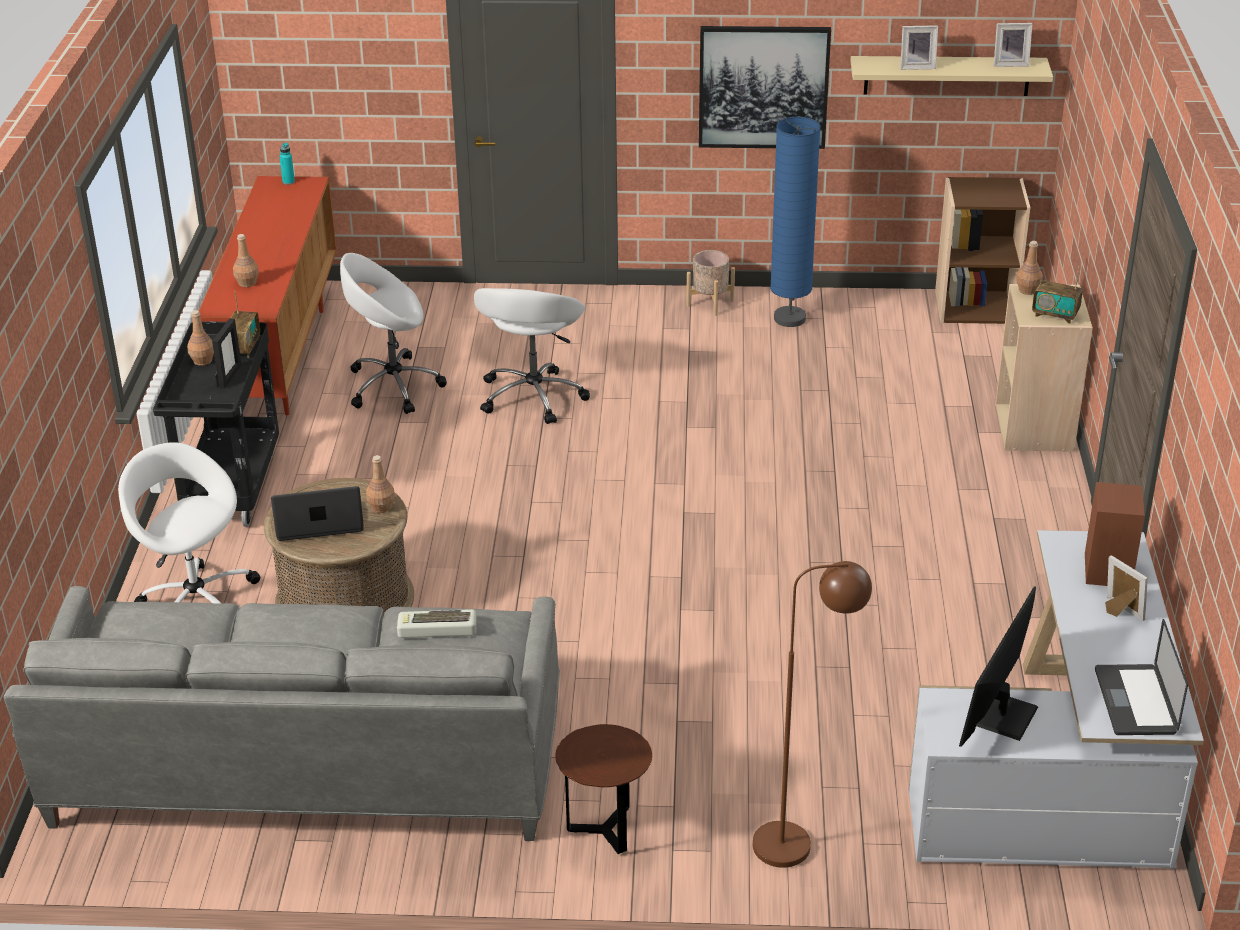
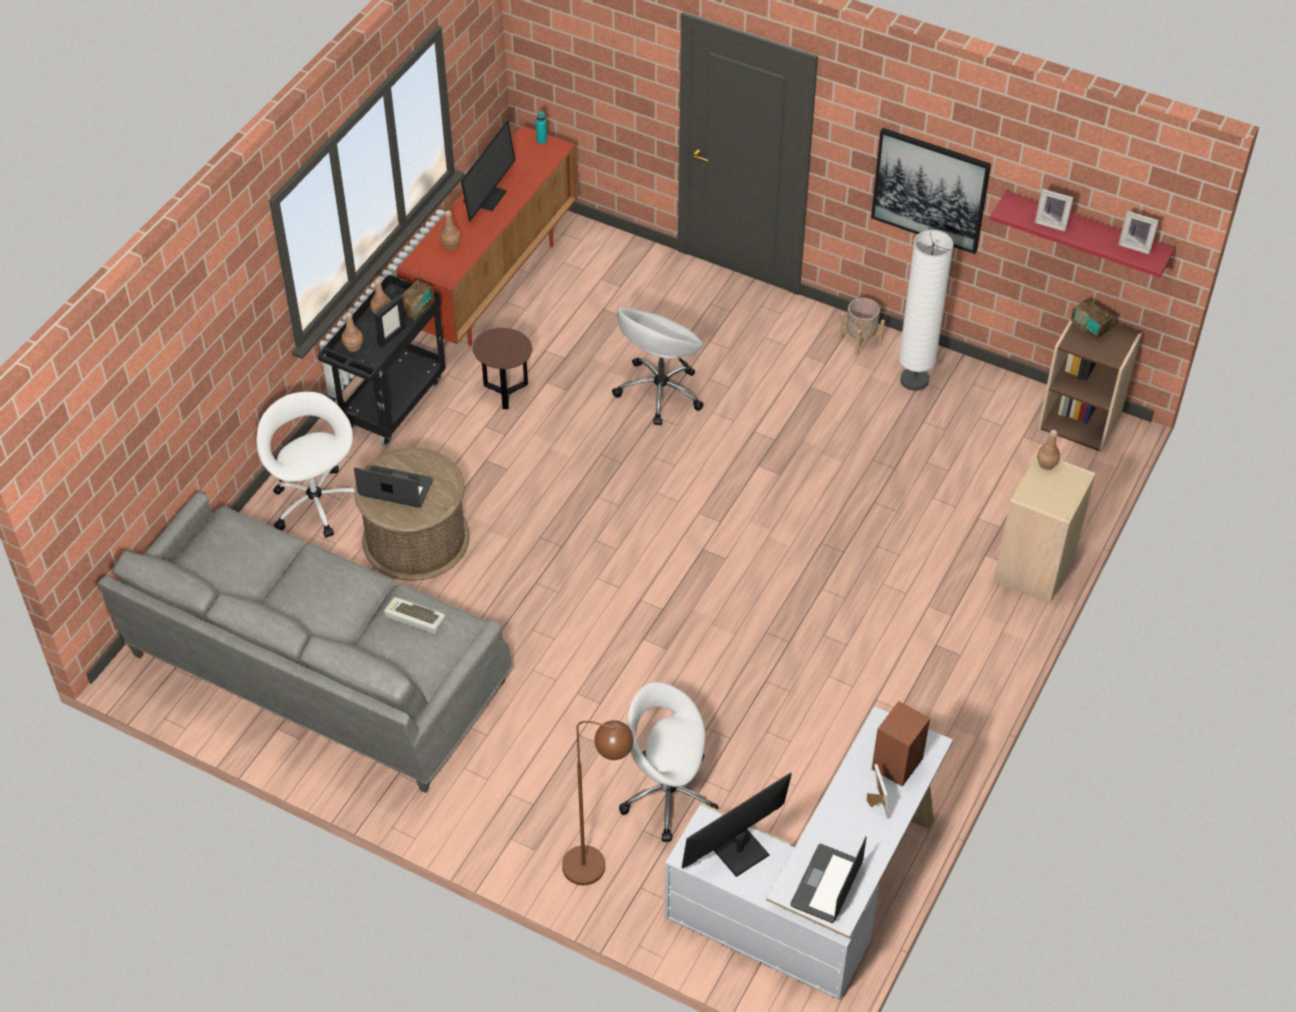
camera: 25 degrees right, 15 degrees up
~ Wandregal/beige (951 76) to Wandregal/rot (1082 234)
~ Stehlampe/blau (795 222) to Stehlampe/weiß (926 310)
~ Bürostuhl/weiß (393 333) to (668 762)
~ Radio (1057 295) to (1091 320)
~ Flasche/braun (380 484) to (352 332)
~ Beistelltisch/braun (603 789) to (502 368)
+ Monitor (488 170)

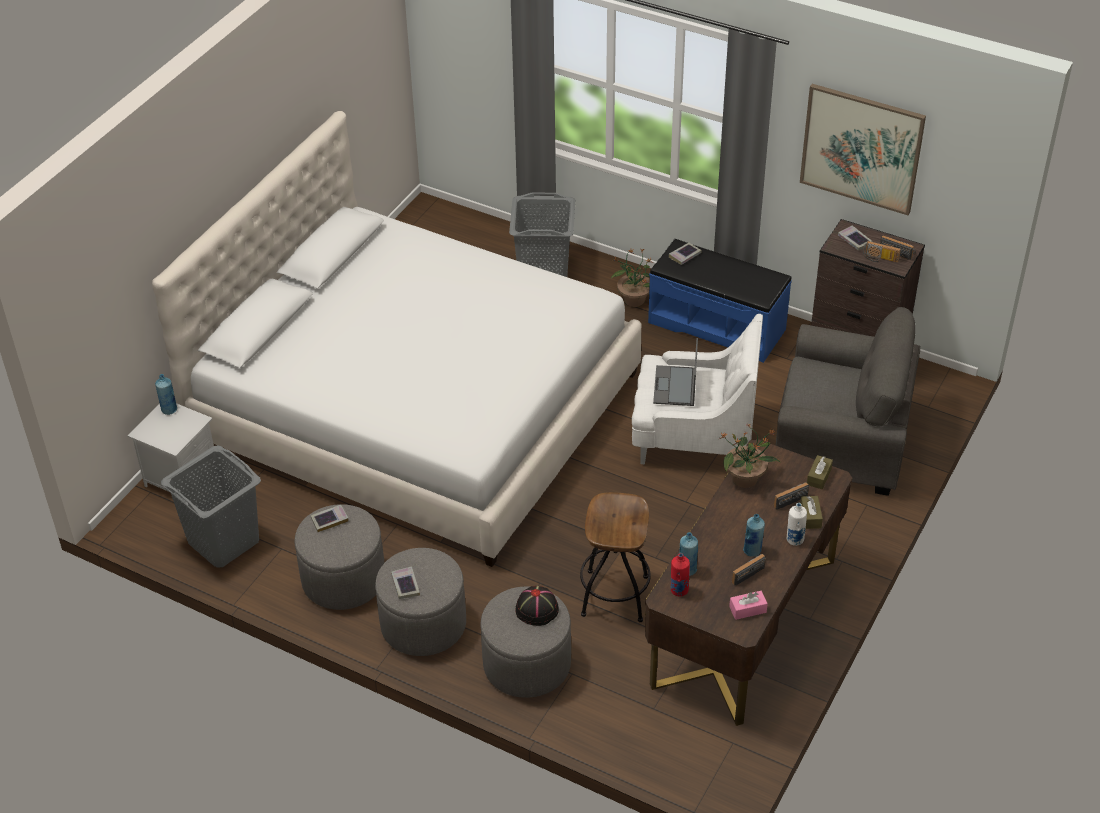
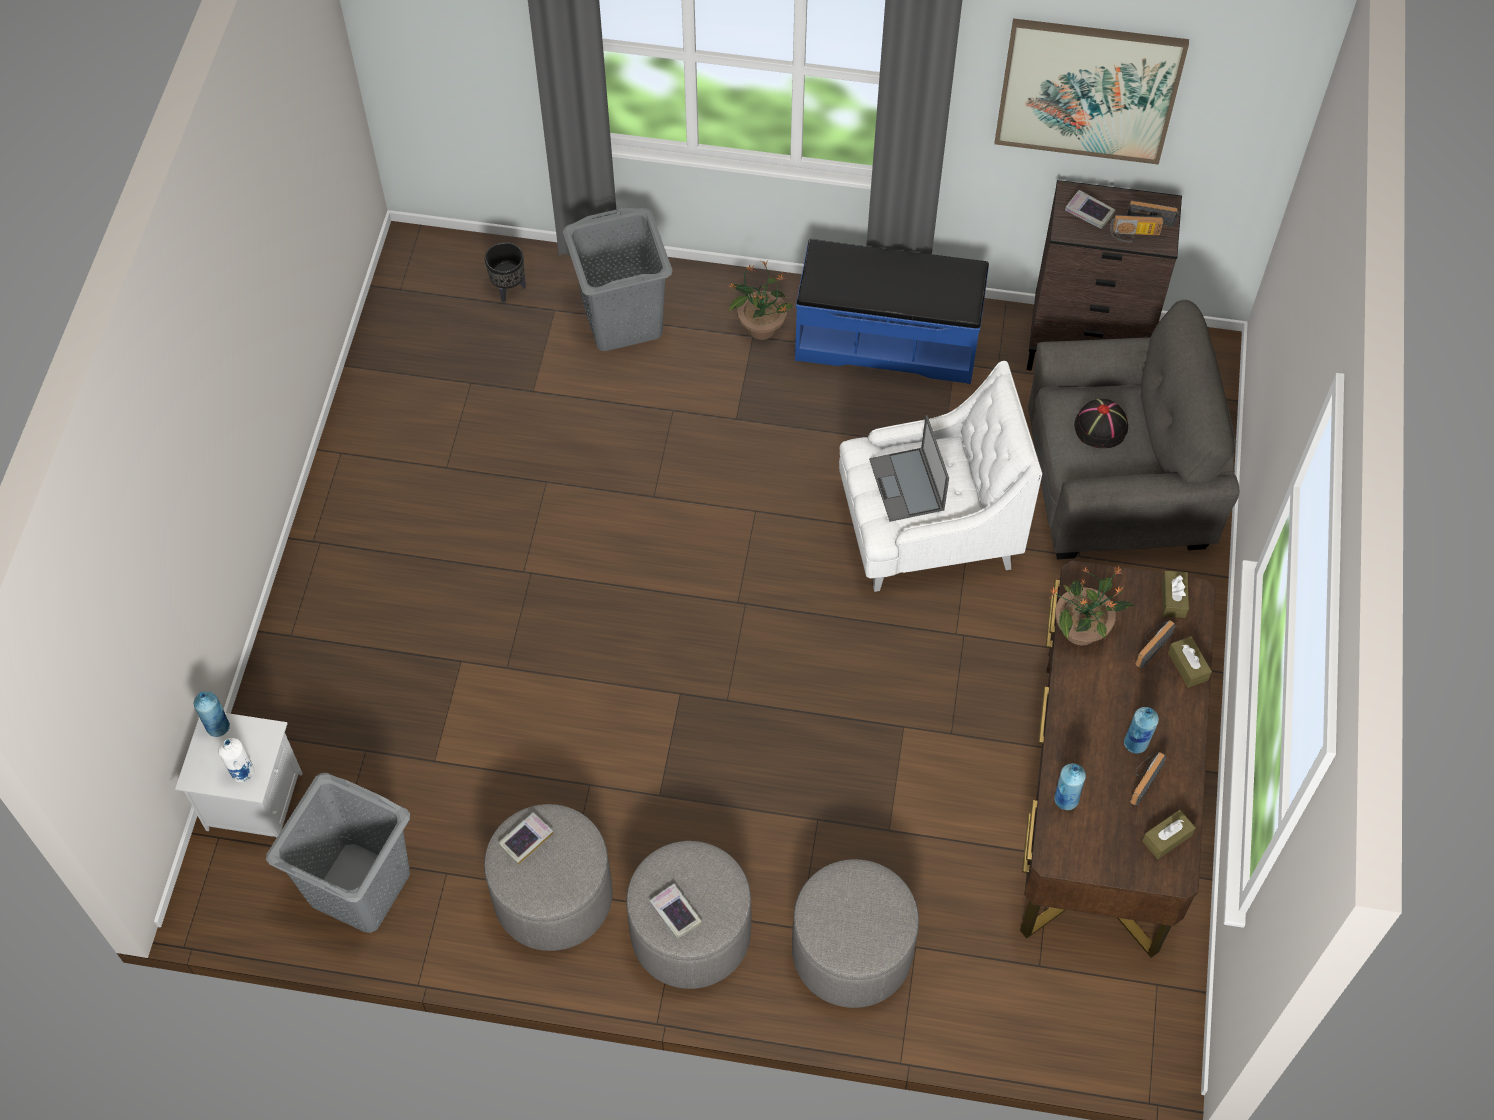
camera: 20 degrees left, 15 degrees up
- Bett/weiß (396 339)
- Buch (685 254)
- Hocker/braun (615 557)
~ Flasche/weiß (797 524) to (236 760)
- Flasche/rot (680 574)
~ Hut/schwarz (537 606) to (1101 423)
~ Taschentuchbox/rosa (748 605) to Taschentuchbox/braun (1169 834)
+ Pflanzkübel/schwarz (505 272)

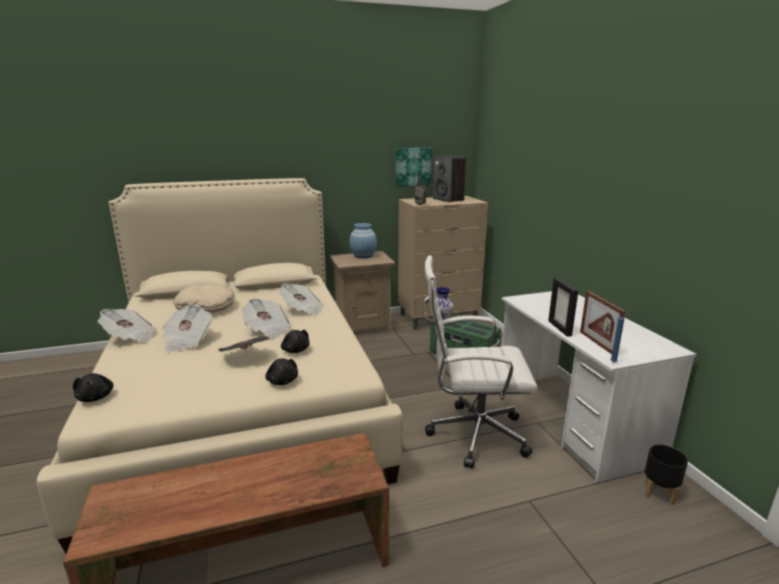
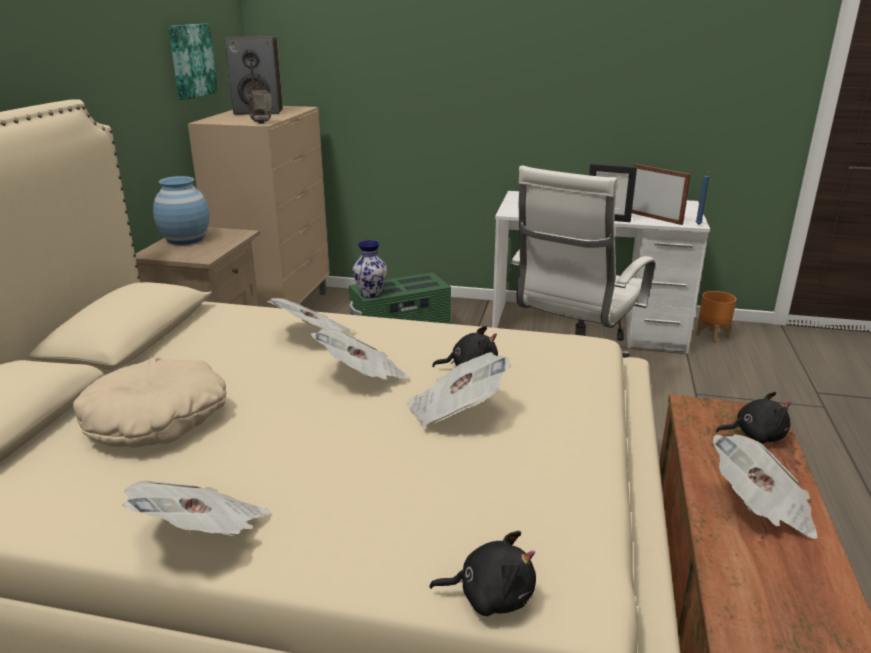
camera: 60 degrees left, 5 degrees up
~ Bilderrahmen (602 322) = (661 194) 150 degrees counterclockwise
~ Zeitung (187 328) to (765 486)
~ Plüschtier/schwarz (281 371) to (753 418)
~ Pflanzkübel/schwarz (666 475) to Pflanzkübel/orange (716 317)

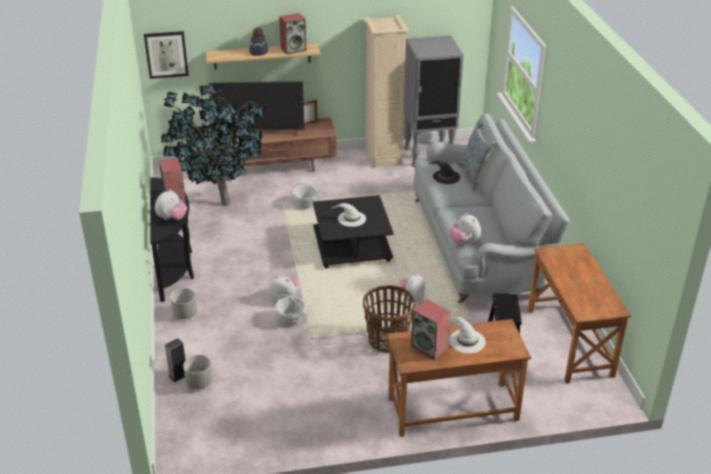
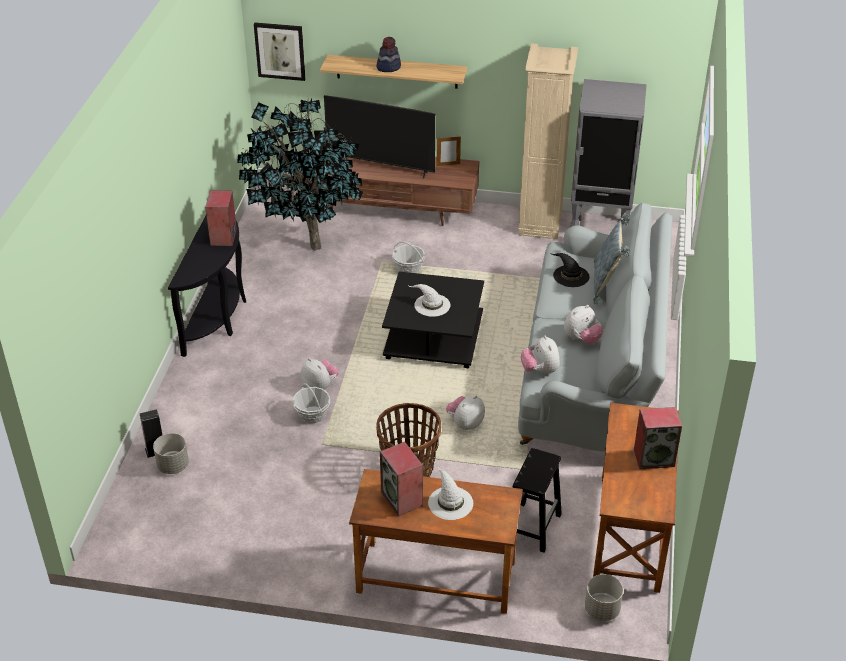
camera: 20 degrees right, 5 degrees up
~ Lautsprecher (292 33) to (658 438)
~ Plüschtier (171 204) to (583 325)
~ Pflanzkübel/grau (184 303) to (604 597)

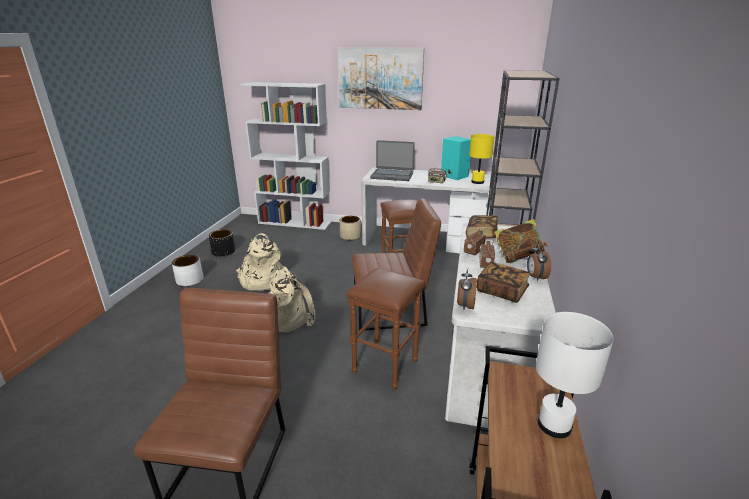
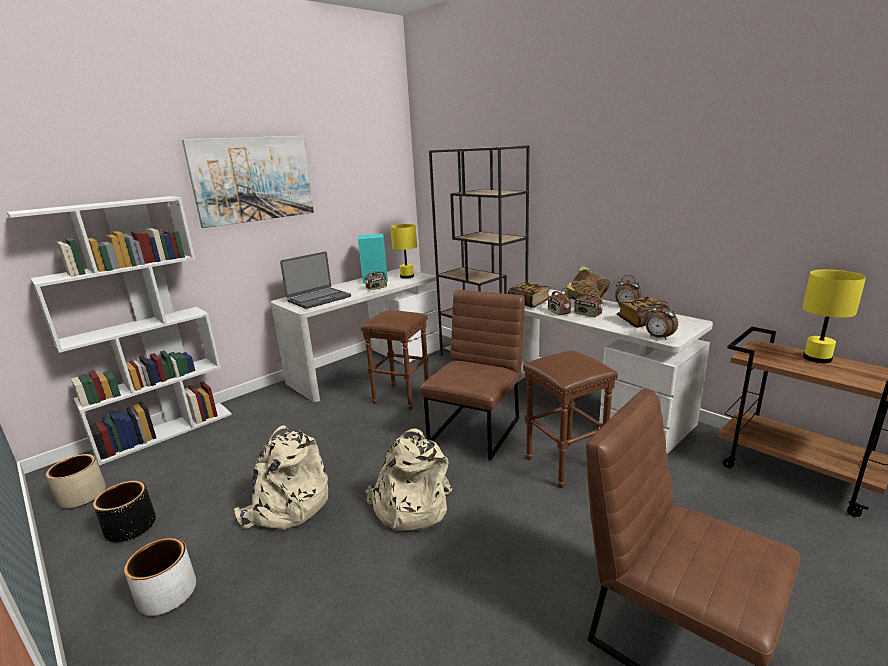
camera: 55 degrees left, 5 degrees down
~ Pflanzkübel/beige (350 227) to (76 481)
~ Tischlampe/weiß (575 375) to Tischlampe/gelb (834 316)

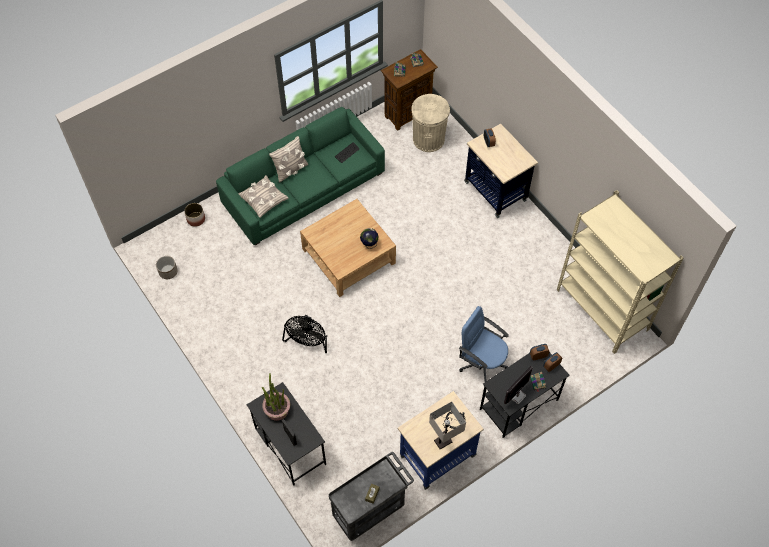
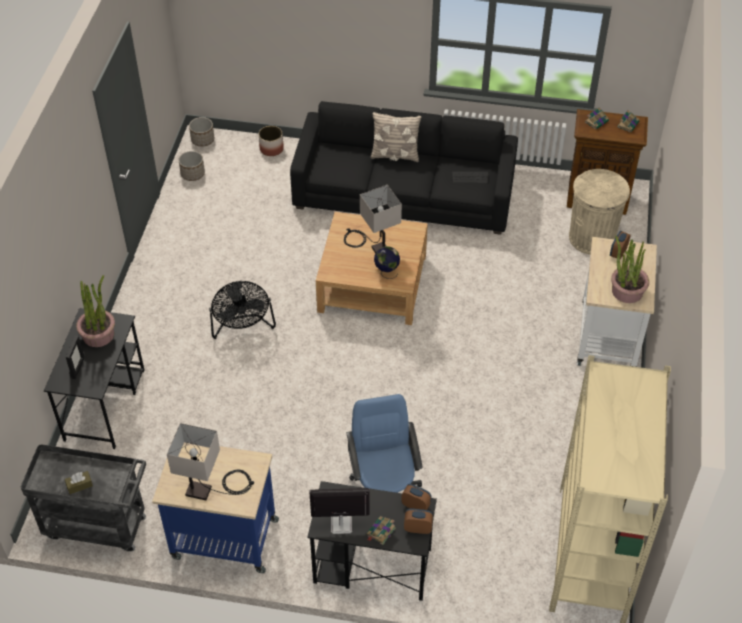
camera: 45 degrees right, 10 degrees down
~ Sofa/grün (300 176) to Sofa/schwarz (404 168)
~ Rollwagen/blau (501 170) to Rollwagen/weiß (617 302)
- Kissen/beige (263 196)
~ Ventilator/schwarz (304 334) = (242 310) 75 degrees counterclockwise
+ Pflanzkübel (202 132)
+ Tischlampe (373 219)
+ Topfpflanze (630 269)

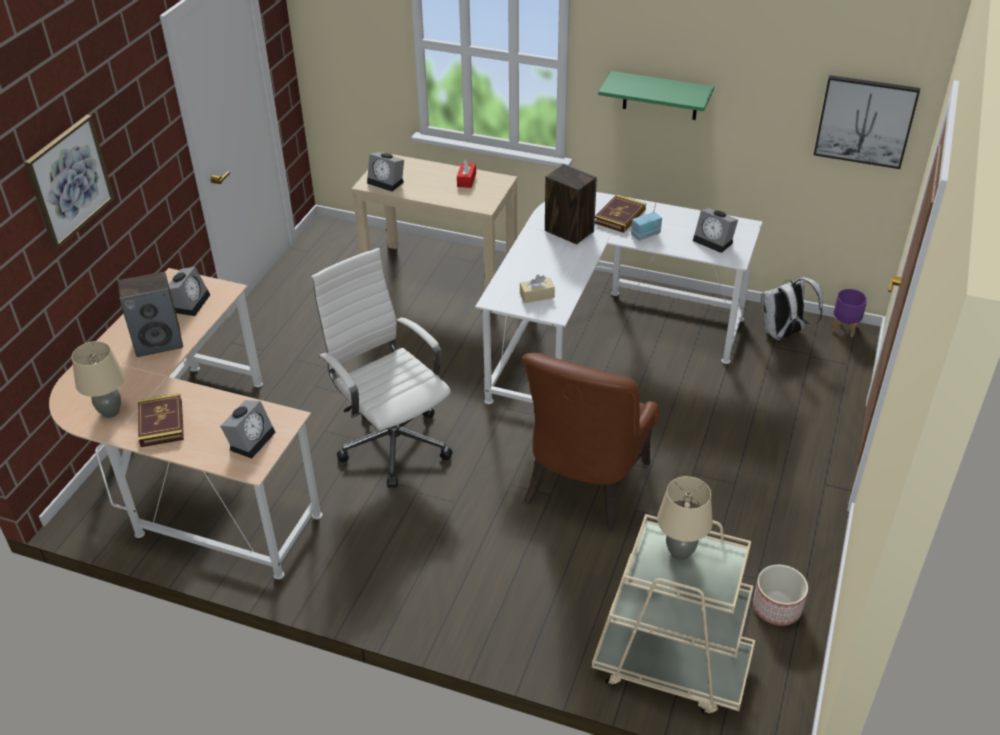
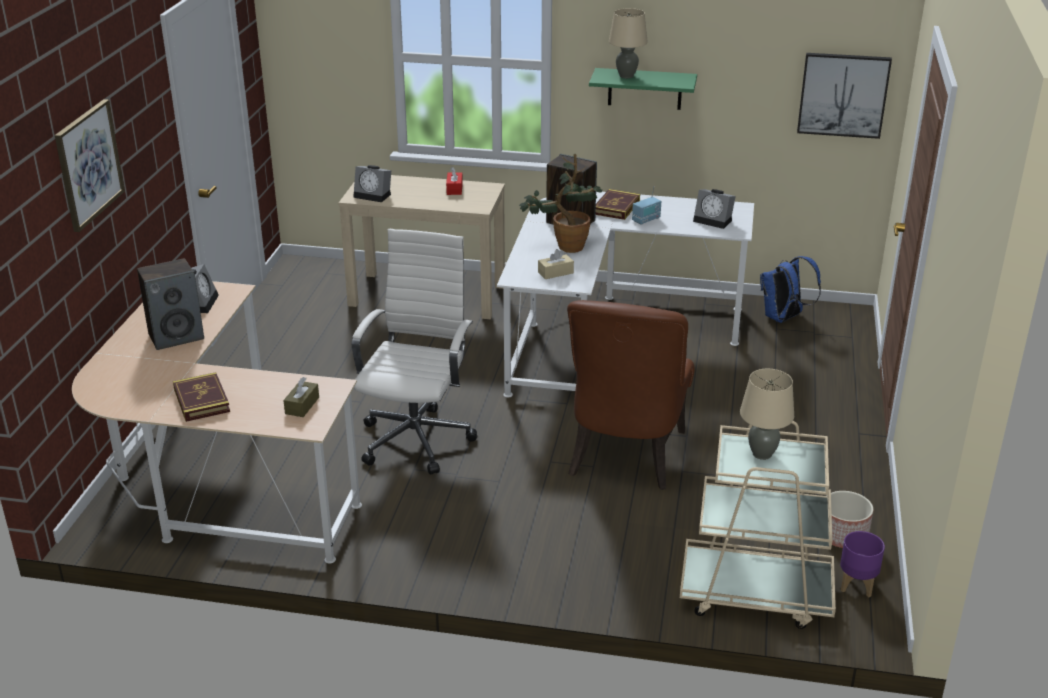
camera: 10 degrees left, 10 degrees down
~ Bürostuhl/weiß (382 368) = (414 352) 60 degrees clockwise
~ Rucksack/weiß (792 308) to Rucksack/blau (790 289)
~ Pflanzkübel/lila (849 313) to (862 564)
~ Tischlampe/beige (98 379) to (628 43)
~ Wecker (248 429) to Taschentuchbox/braun (301 397)
+ Topfpflanze (560 203)

